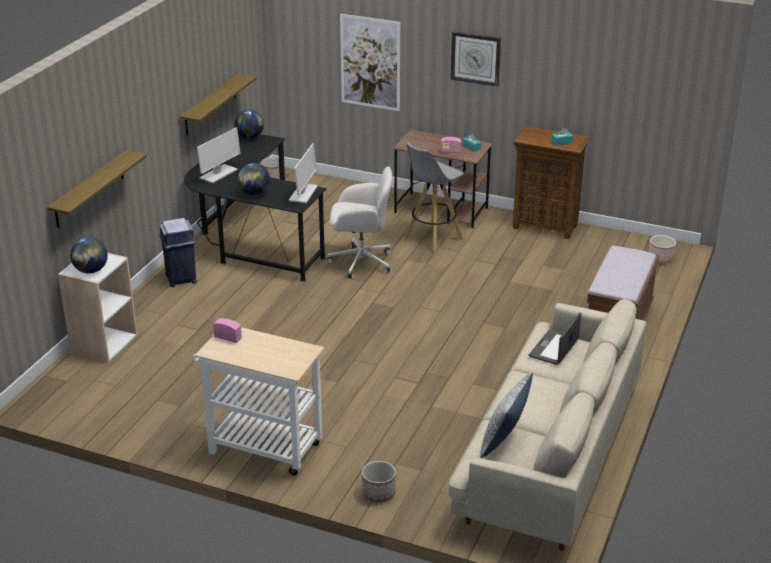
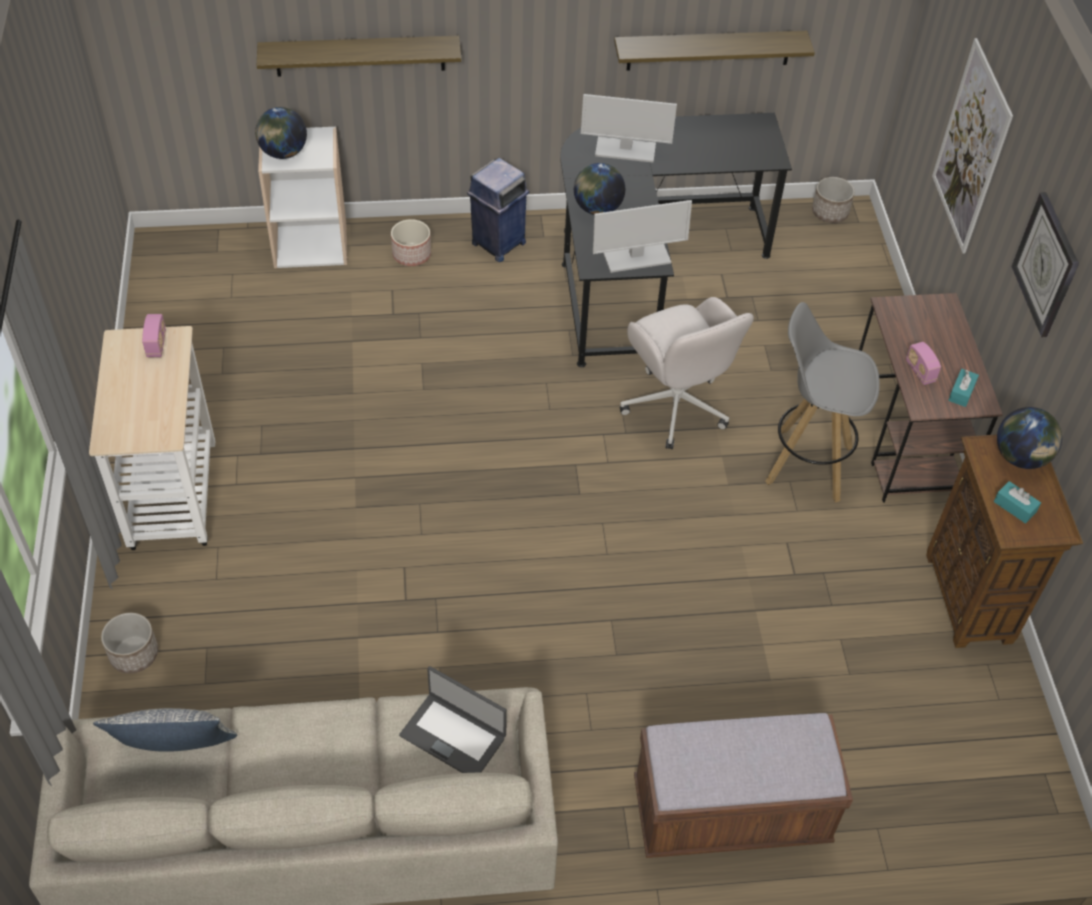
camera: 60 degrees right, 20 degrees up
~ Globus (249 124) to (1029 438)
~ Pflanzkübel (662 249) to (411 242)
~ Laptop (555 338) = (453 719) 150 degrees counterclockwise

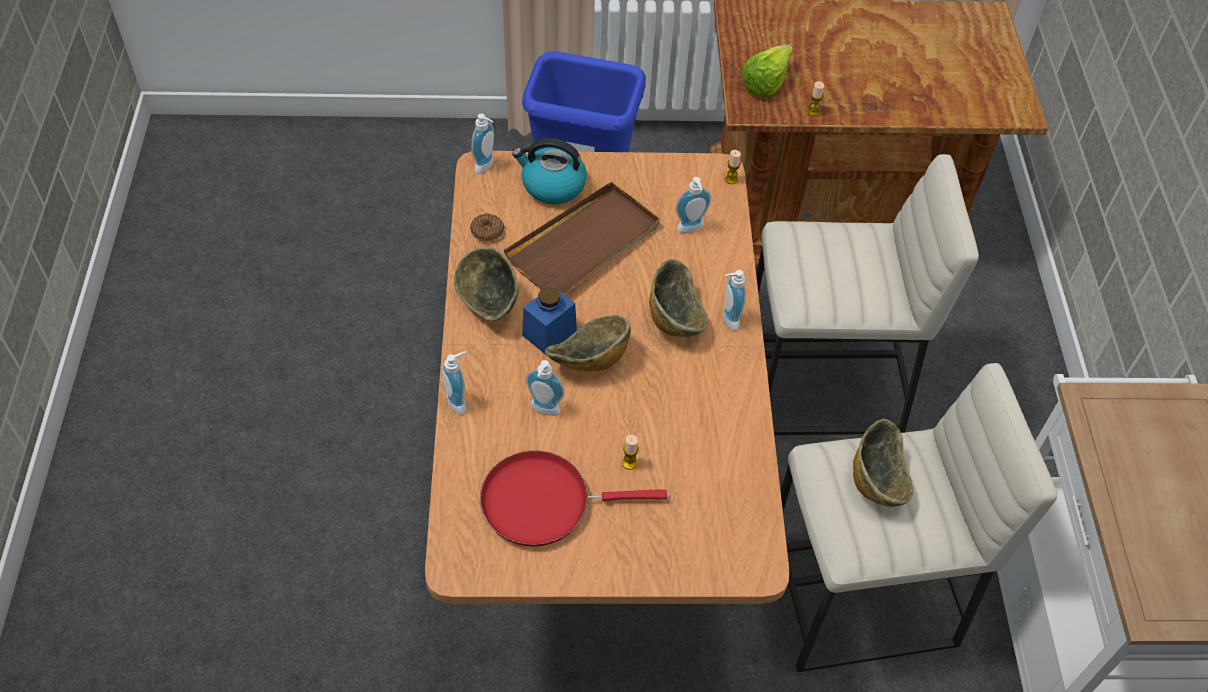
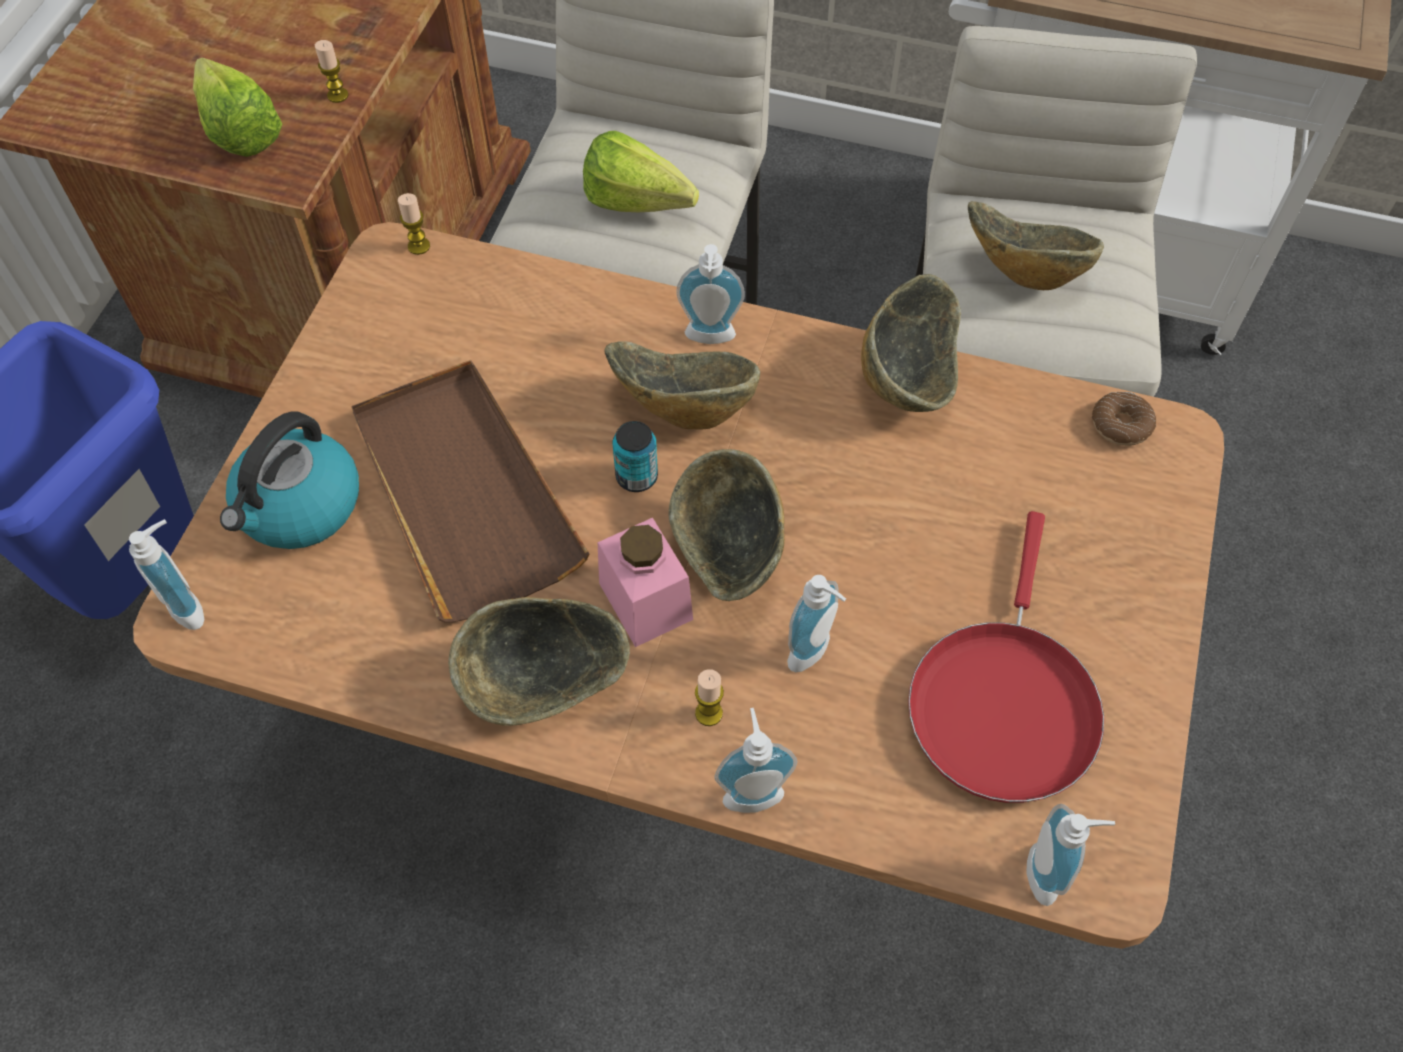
camera: 70 degrees left, 5 degrees up
~ Seifenspender (693 205) to (1070 855)
~ Donut (487 228) to (1124 419)
~ Vorratsglas/blau (549 320) to Vorratsglas/rosa (645 582)
~ Kerze (630 452) to (709 697)
+ Salatkopf (641 171)
+ Schüssel (911 343)
+ Dose (635 456)

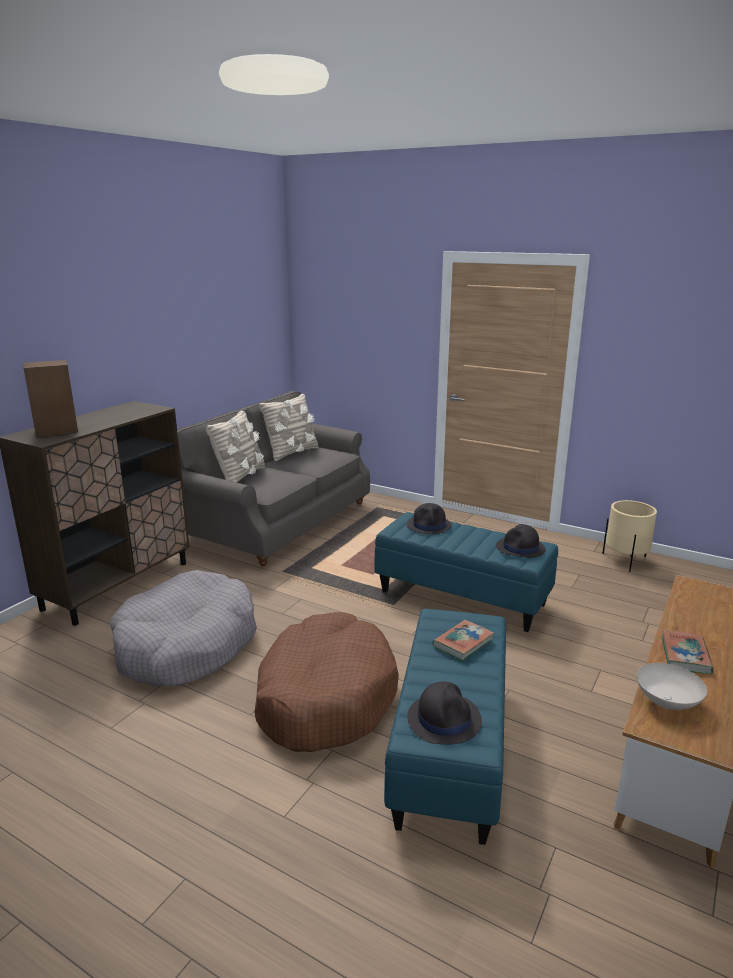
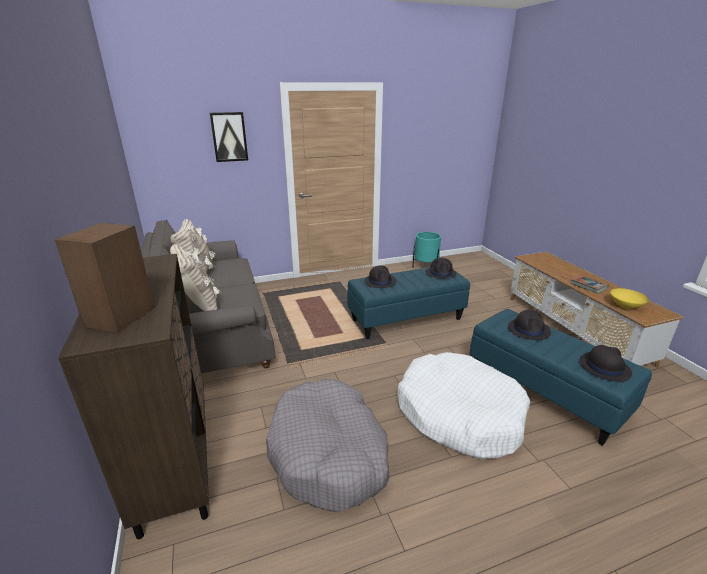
camera: 50 degrees left, 5 degrees up
~ Pflanzkübel/beige (629 536) to Pflanzkübel/türkis (426 250)
~ Hundebett/braun (326 682) to Hundebett/weiß (463 405)
~ Buch (463 640) to Hut/schwarz (529 325)
~ Schüssel/weiß (672 686) to Schüssel/gelb (629 298)
+ Bild (229 137)

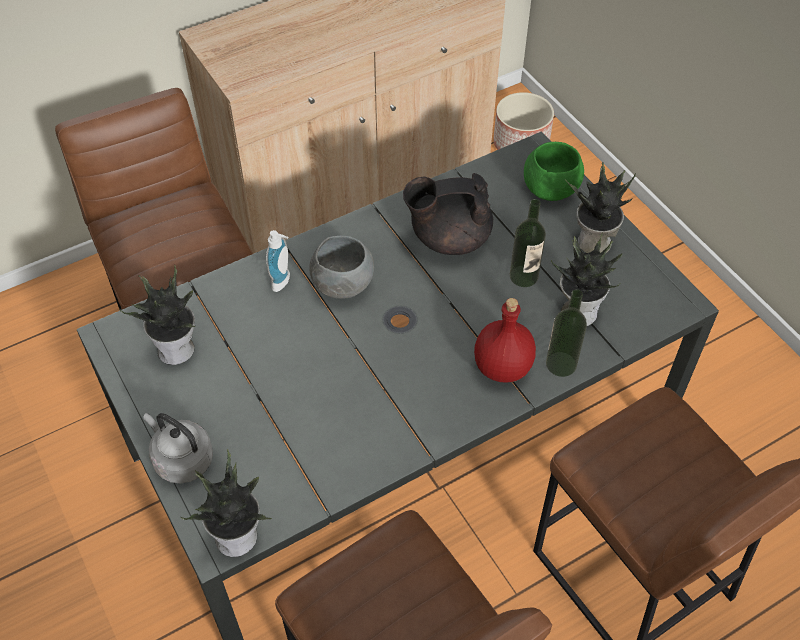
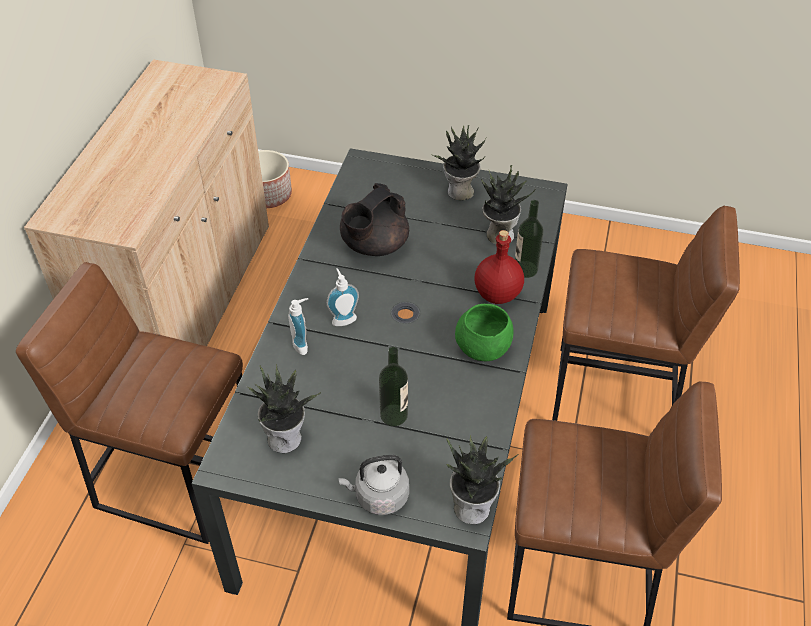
camera: 45 degrees left, 5 degrees down
~ Schüssel/grün (554 171) to (484 332)
~ Flasche (527 243) to (393 386)
~ Schüssel/grau (342 266) to Seifenspender (343 297)

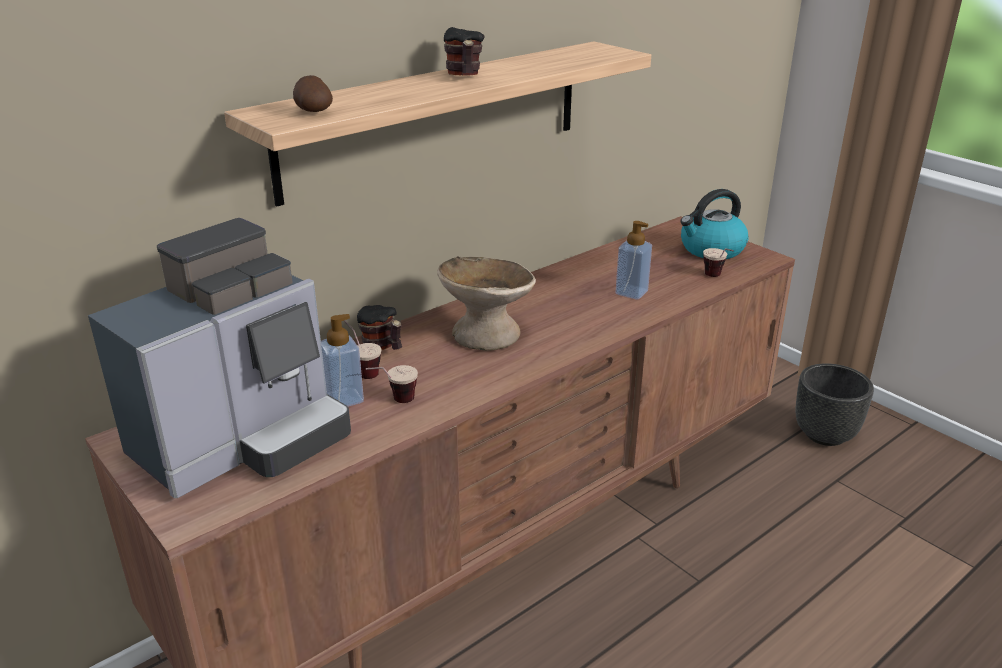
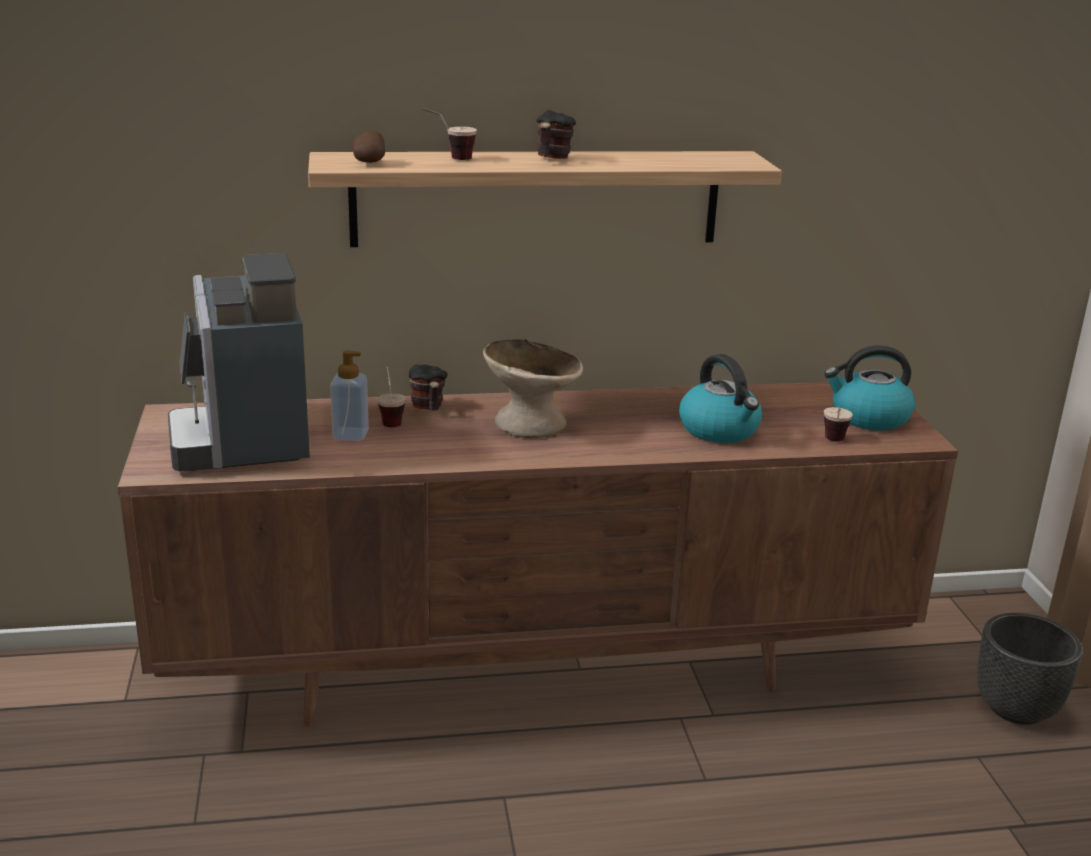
camera: 30 degrees right, 5 degrees down
~ Kaffeemaschine (219 358) = (239 362) 90 degrees clockwise
~ Seifenspender (633 260) to Wasserkessel (720 398)
~ Tasse (392 384) to (449 134)

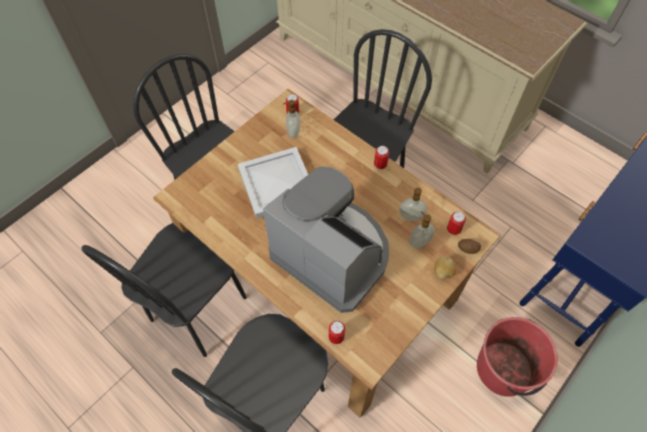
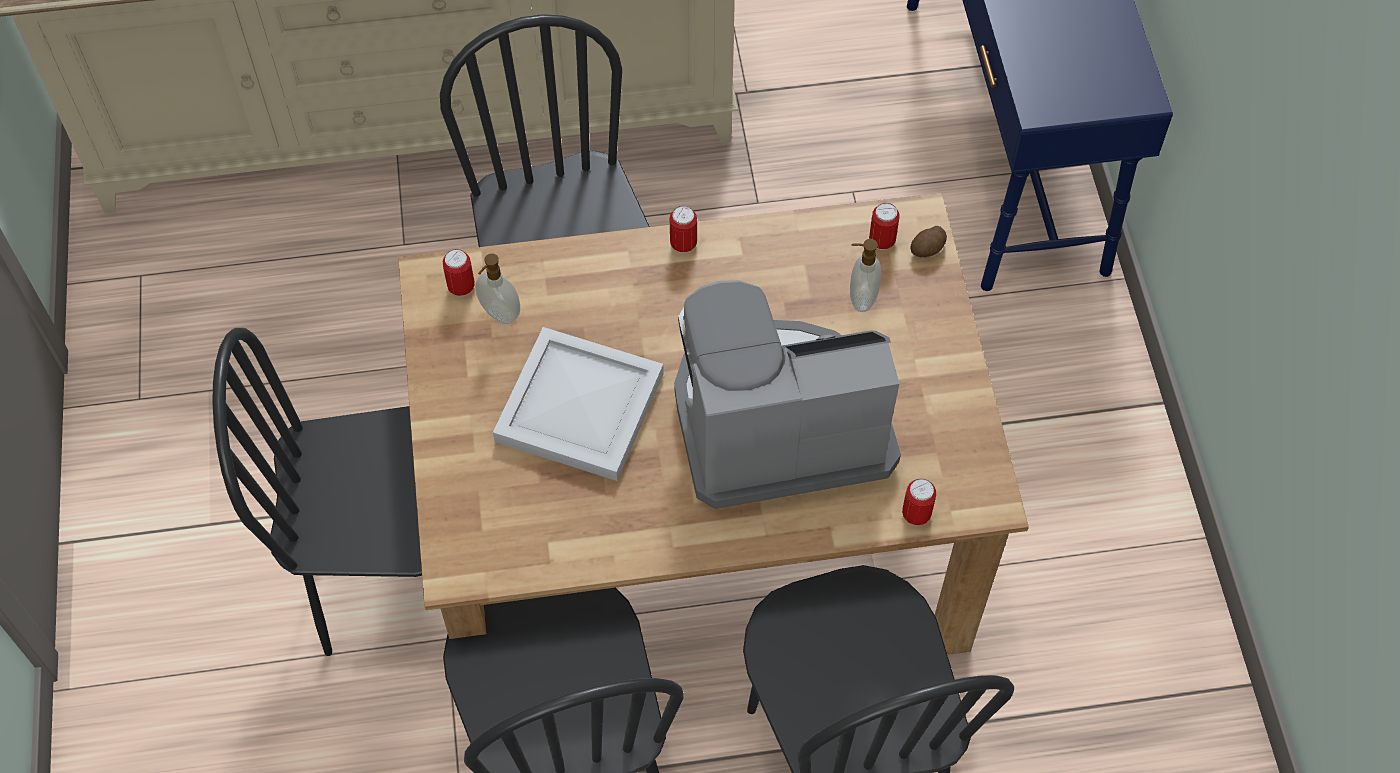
camera: 50 degrees left, 0 degrees up
- Seifenspender (413 204)
- Kartoffel (445 268)
- Eimer/rot (517 357)

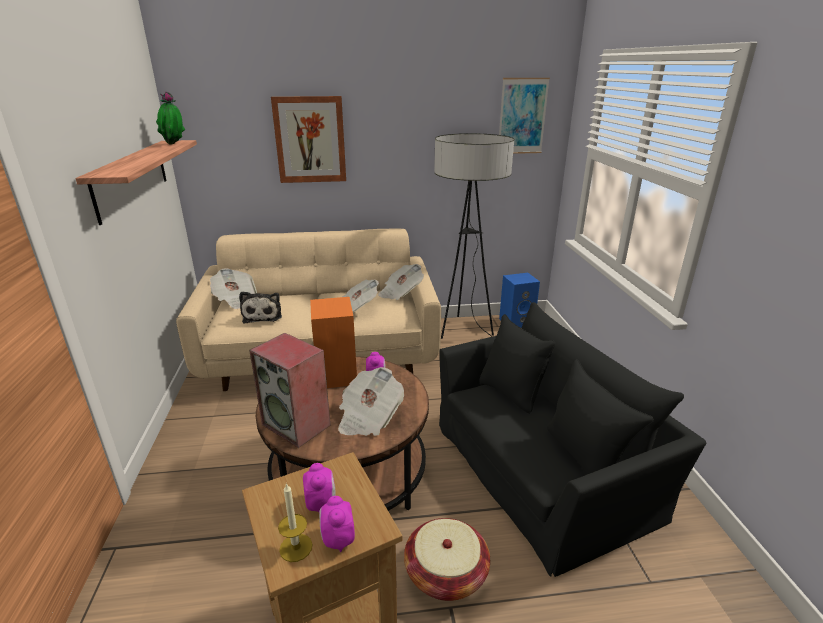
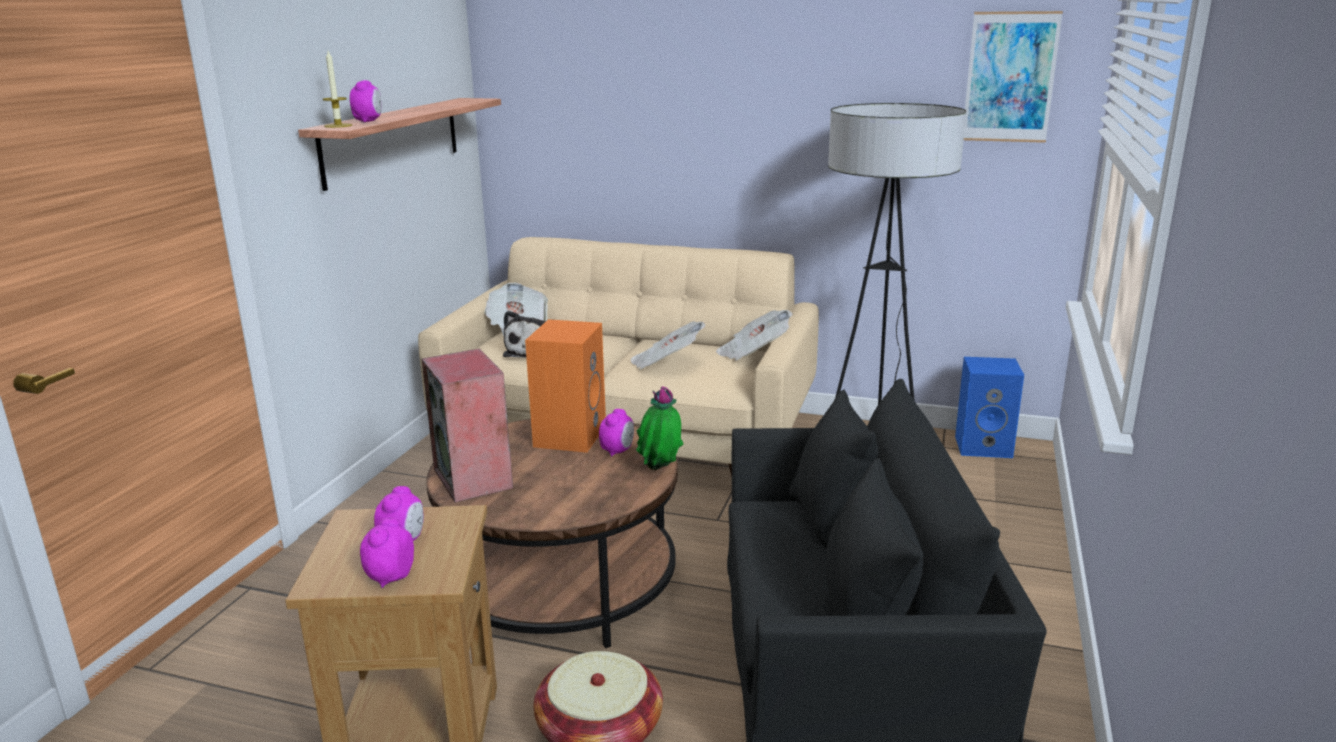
camera: 25 degrees right, 5 degrees down
~ Topfpflanze (170 118) to (659 428)
- Bild (308 139)
- Zeitung (371 401)
~ Kerze (295 522) to (337 89)
+ Wecker (365 101)

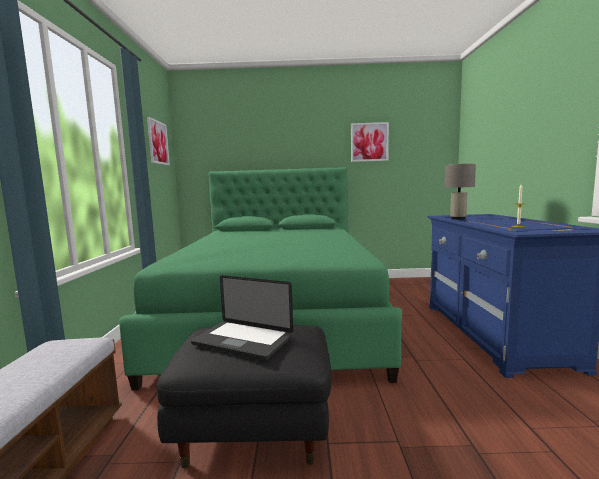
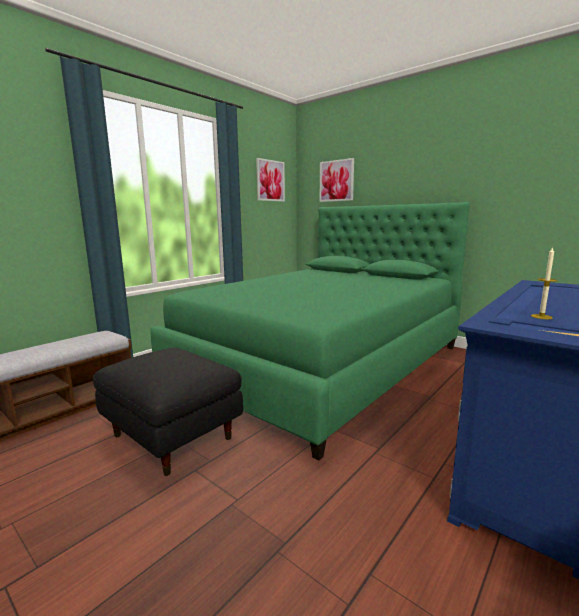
camera: 40 degrees right, 5 degrees up
~ Bild (370 142) to (337 180)
- Tischlampe/grau (460 192)
- Laptop (242 317)

